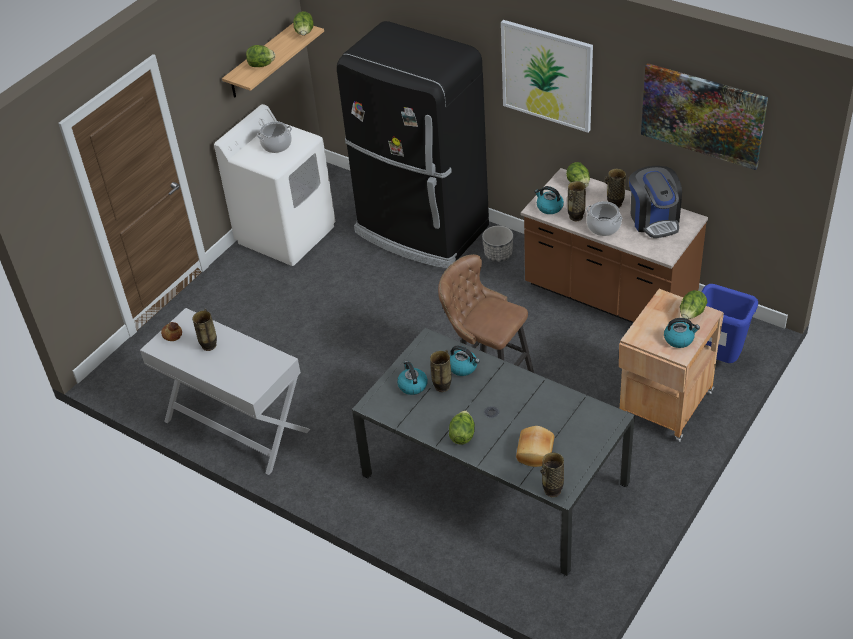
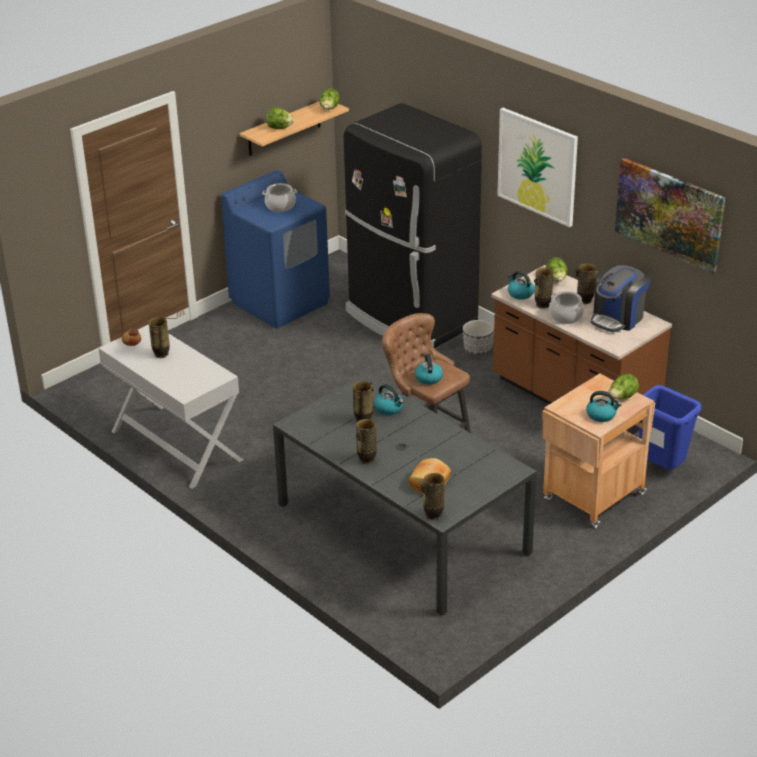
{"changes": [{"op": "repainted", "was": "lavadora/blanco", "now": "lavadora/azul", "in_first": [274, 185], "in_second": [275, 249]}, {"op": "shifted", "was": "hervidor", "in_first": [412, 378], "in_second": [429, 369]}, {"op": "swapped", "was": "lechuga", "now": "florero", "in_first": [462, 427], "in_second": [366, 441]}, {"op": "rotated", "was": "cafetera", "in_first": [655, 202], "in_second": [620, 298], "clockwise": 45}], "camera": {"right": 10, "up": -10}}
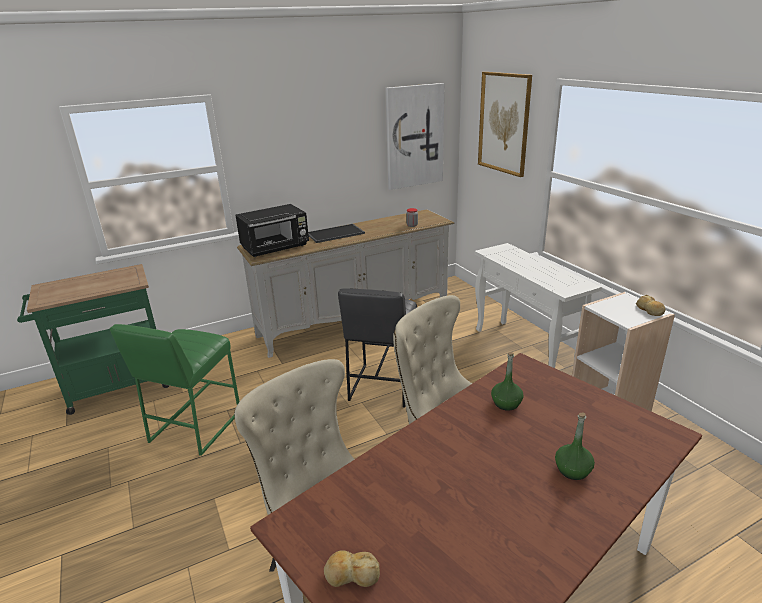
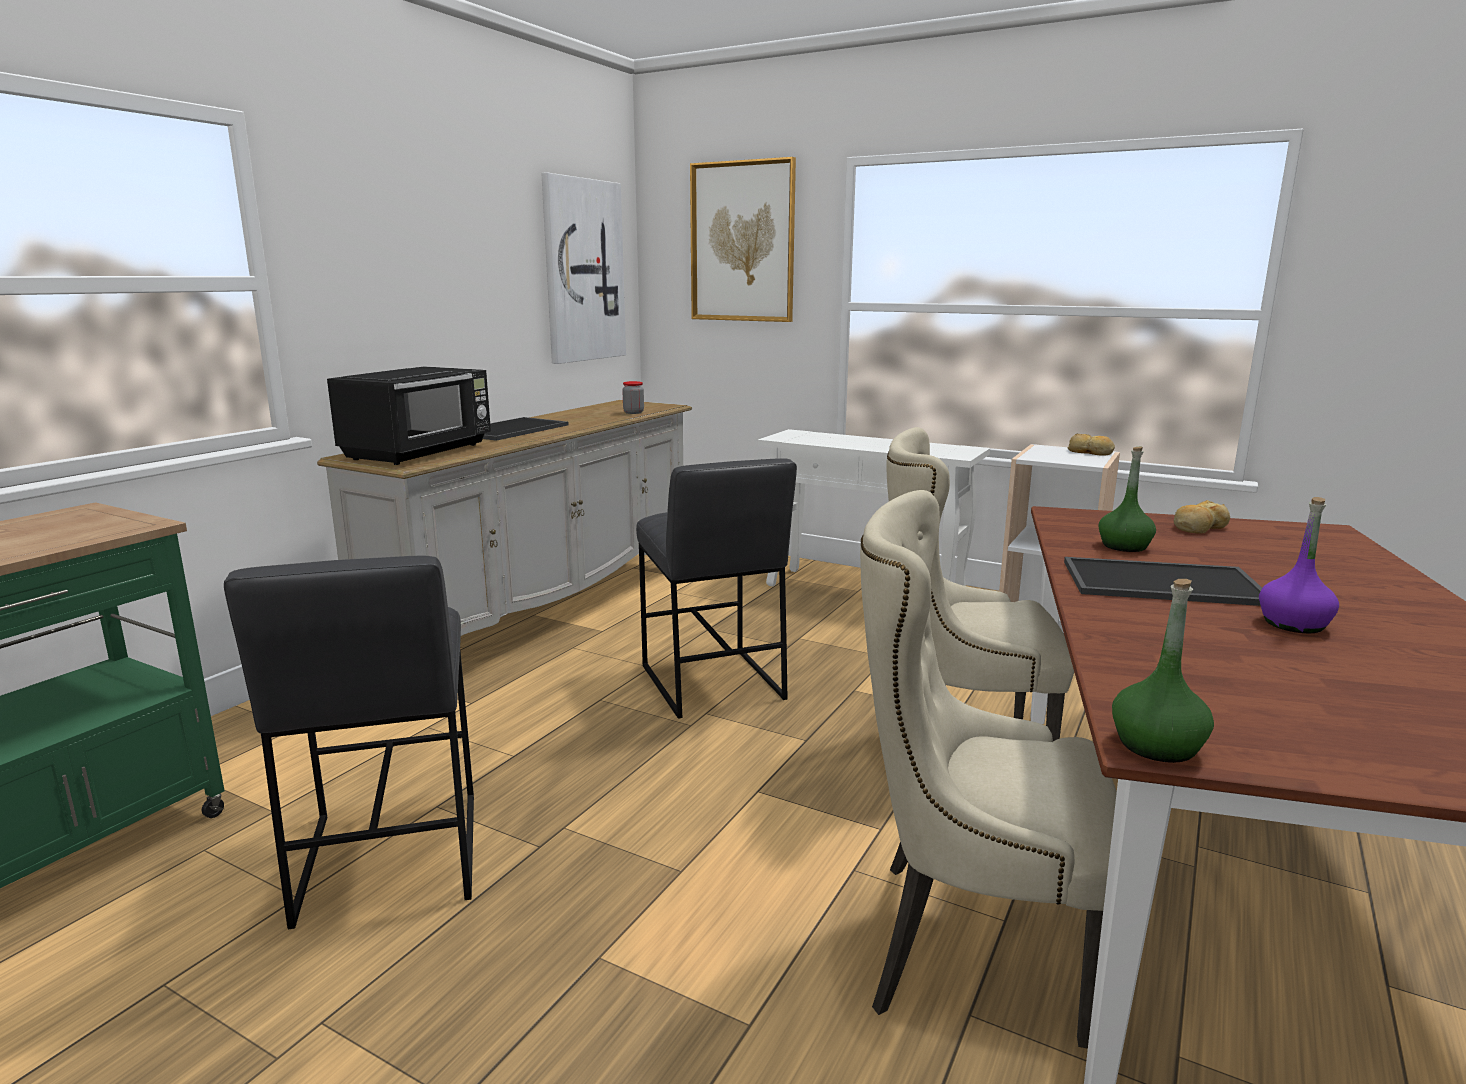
{"changes": [{"op": "repainted", "was": "taburete/verde", "now": "taburete/gris", "in_first": [174, 390], "in_second": [349, 742]}, {"op": "shifted", "was": "pan", "in_first": [352, 568], "in_second": [1202, 517]}, {"op": "shifted", "was": "botella/verde", "in_first": [575, 446], "in_second": [1163, 671]}, {"op": "new", "now": "bandeja", "in_second": [1163, 581]}, {"op": "new", "now": "botella/morado", "in_second": [1299, 565]}], "camera": {"right": -35, "up": -10}}
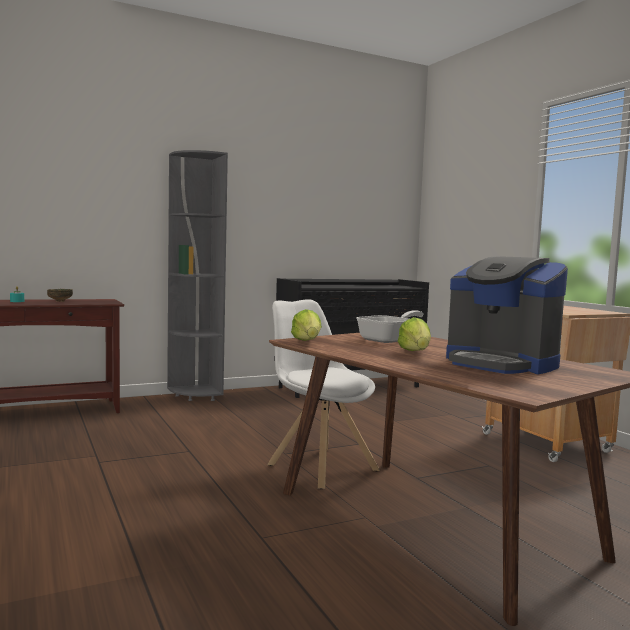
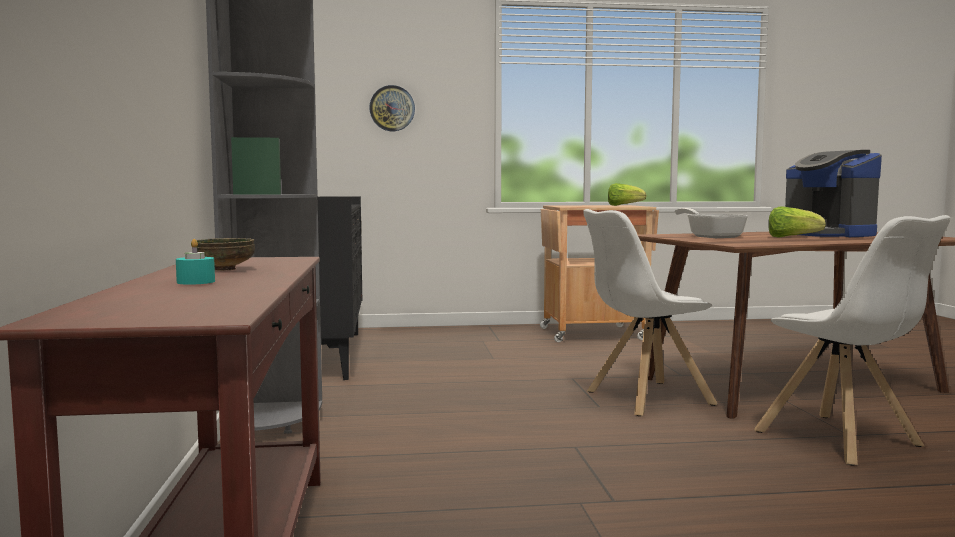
{"changes": [{"op": "shifted", "was": "lechuga", "in_first": [306, 325], "in_second": [627, 194]}, {"op": "rotated", "was": "cafetera", "in_first": [507, 315], "in_second": [833, 193], "clockwise": 90}, {"op": "new", "now": "reloj de pared", "in_second": [392, 108]}, {"op": "new", "now": "silla/blanco", "in_second": [852, 340]}], "camera": {"right": -70, "up": 0}}
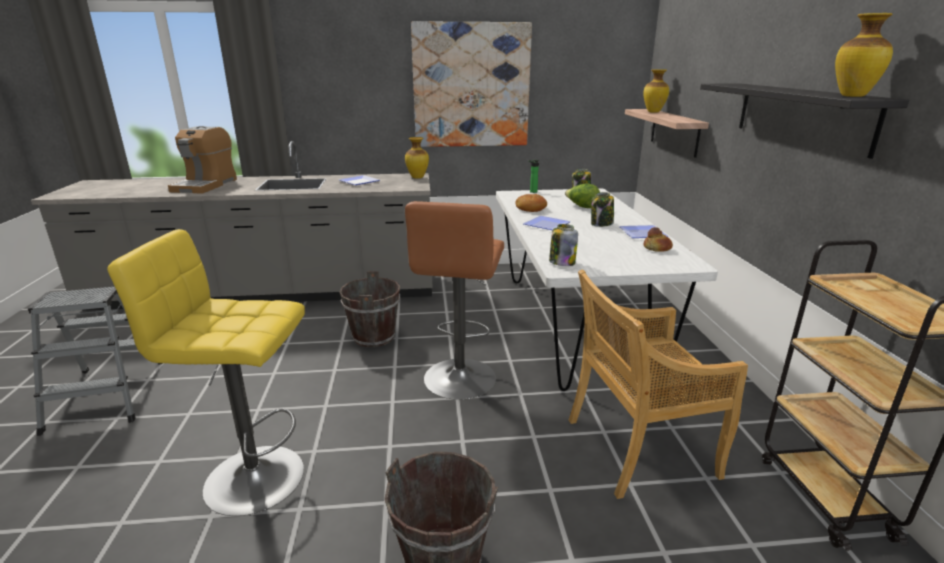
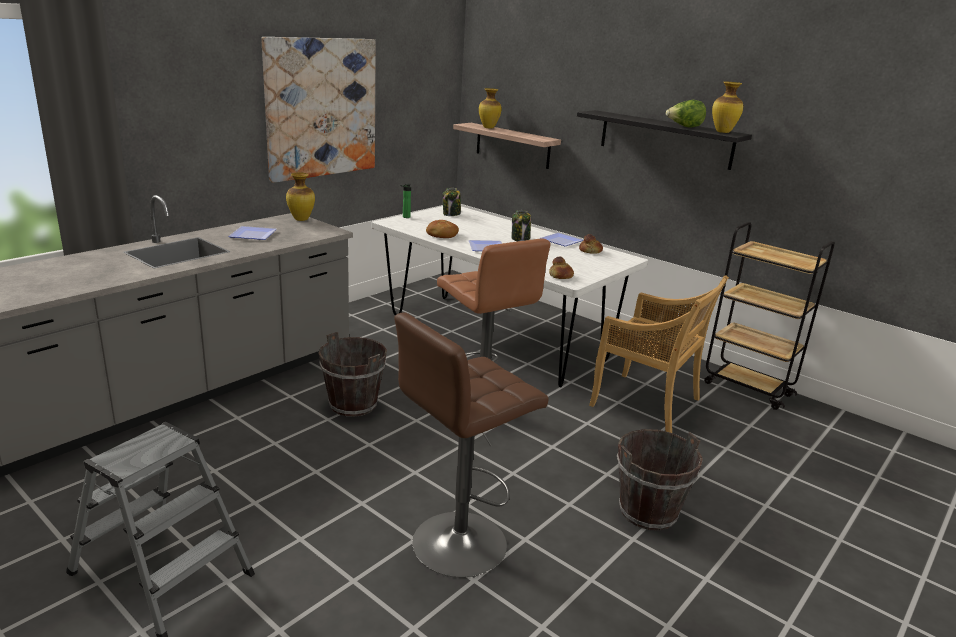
{"changes": [{"op": "repainted", "was": "taburete/amarillo", "now": "taburete/marrón", "in_first": [206, 372], "in_second": [471, 444]}, {"op": "gone", "was": "cafetera", "in_first": [202, 160]}, {"op": "swapped", "was": "tarro", "now": "pan", "in_first": [563, 245], "in_second": [561, 267]}, {"op": "shifted", "was": "lechuga", "in_first": [582, 195], "in_second": [686, 113]}, {"op": "rotated", "was": "silla/beis", "in_first": [658, 384], "in_second": [659, 354], "clockwise": -90}], "camera": {"right": -45, "up": 0}}
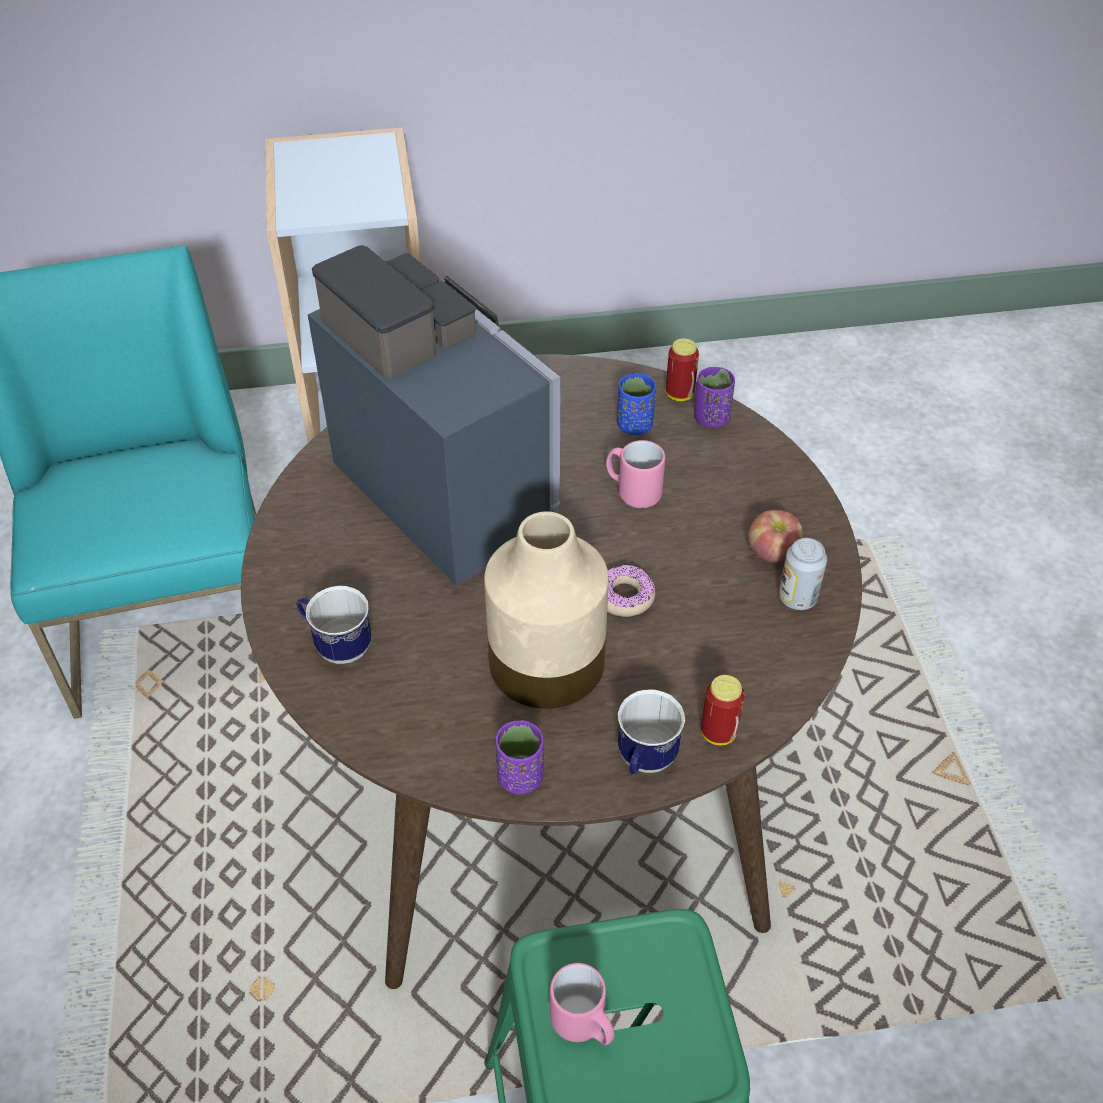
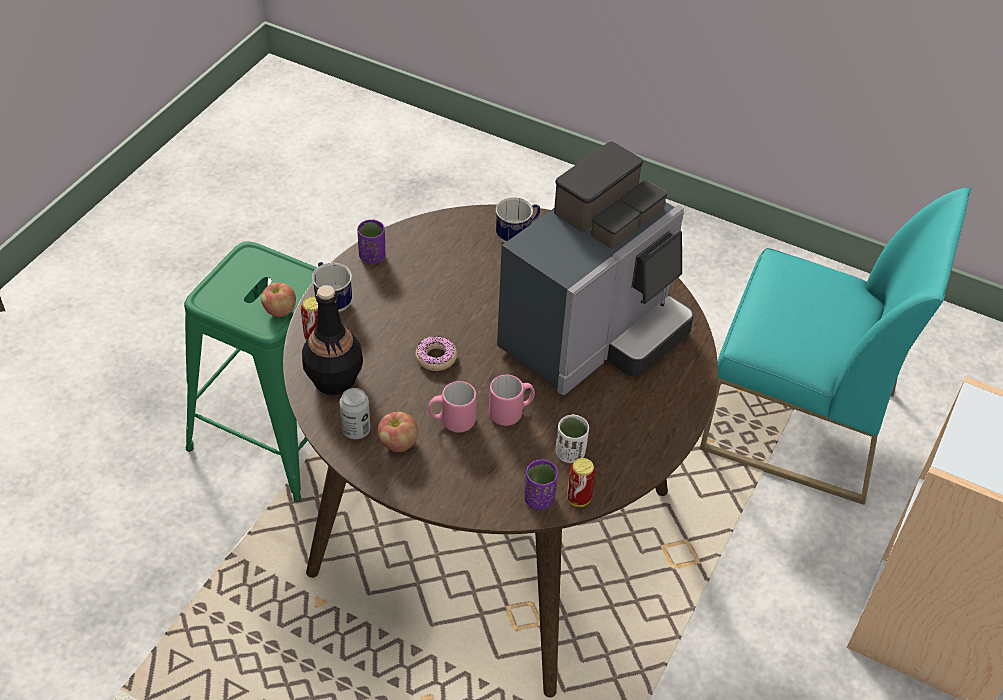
{"changes": [{"op": "rotated", "was": "cafetera", "in_first": [434, 415], "in_second": [595, 268], "clockwise": -45}, {"op": "gone", "was": "florero/beis", "in_first": [546, 610]}, {"op": "shifted", "was": "taza grande/rosa", "in_first": [582, 1004], "in_second": [453, 407]}, {"op": "repainted", "was": "taza/azul", "now": "taza/blanco", "in_first": [636, 404], "in_second": [572, 438]}, {"op": "new", "now": "manzana", "in_second": [278, 299]}, {"op": "new", "now": "botella/negro", "in_second": [332, 340]}], "camera": {"right": 125, "up": 0}}
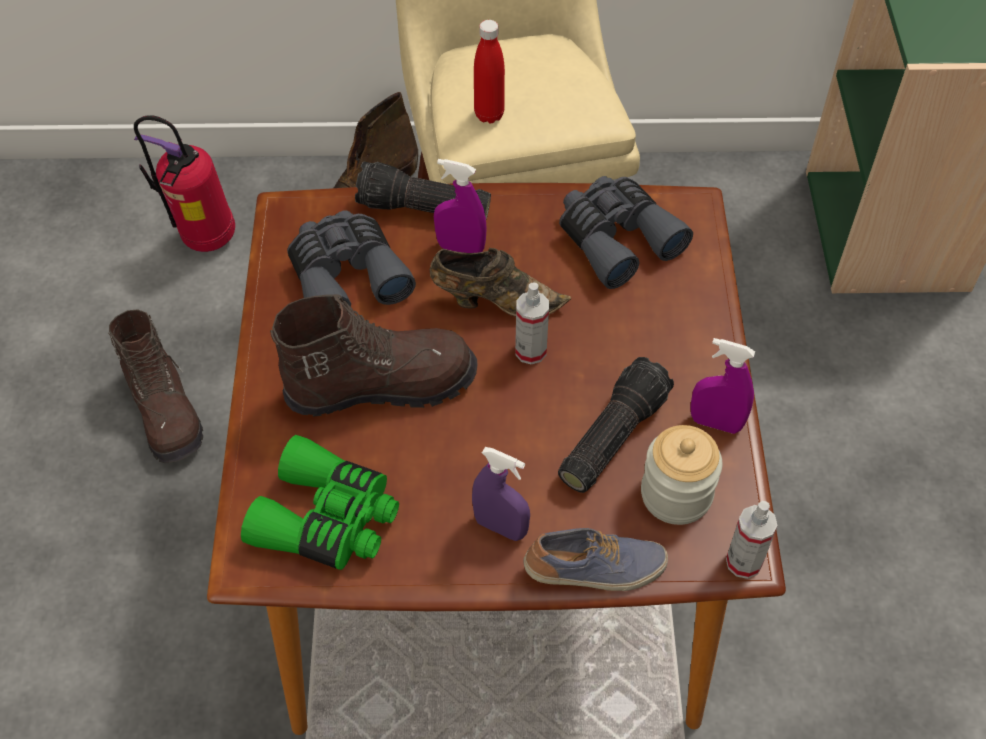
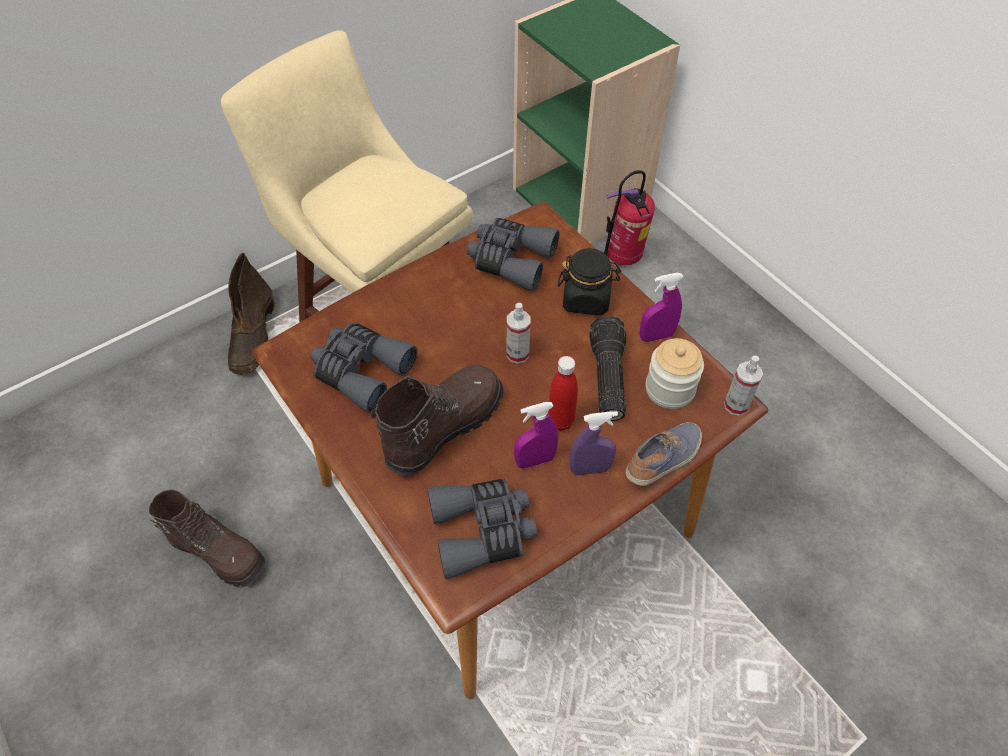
{"changes": [{"op": "shifted", "was": "extintor", "in_first": [184, 183], "in_second": [629, 217]}, {"op": "repainted", "was": "prismáticos/verde", "now": "prismáticos/gris", "in_first": [320, 502], "in_second": [482, 529]}, {"op": "gone", "was": "linterna", "in_first": [423, 190]}, {"op": "gone", "was": "zapato/marrón", "in_first": [500, 282]}, {"op": "shifted", "was": "pulverizador/morado", "in_first": [460, 206], "in_second": [536, 435]}, {"op": "shifted", "was": "botella/rojo", "in_first": [489, 71], "in_second": [563, 393]}, {"op": "new", "now": "tarro/negro", "in_second": [589, 281]}], "camera": {"right": -35, "up": 0}}
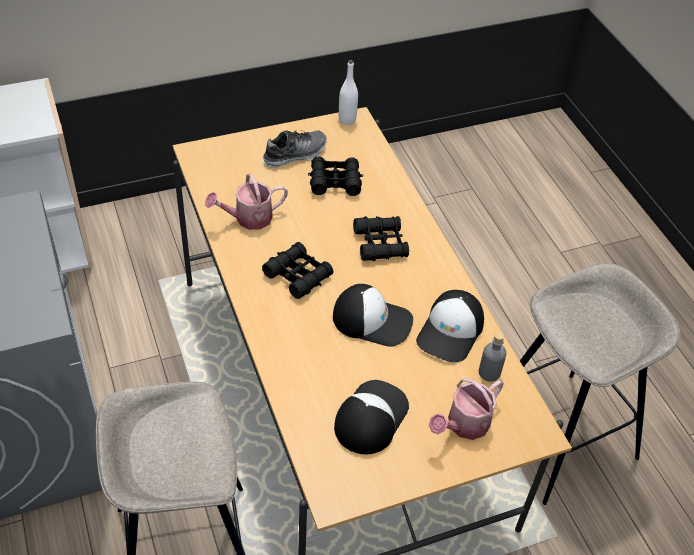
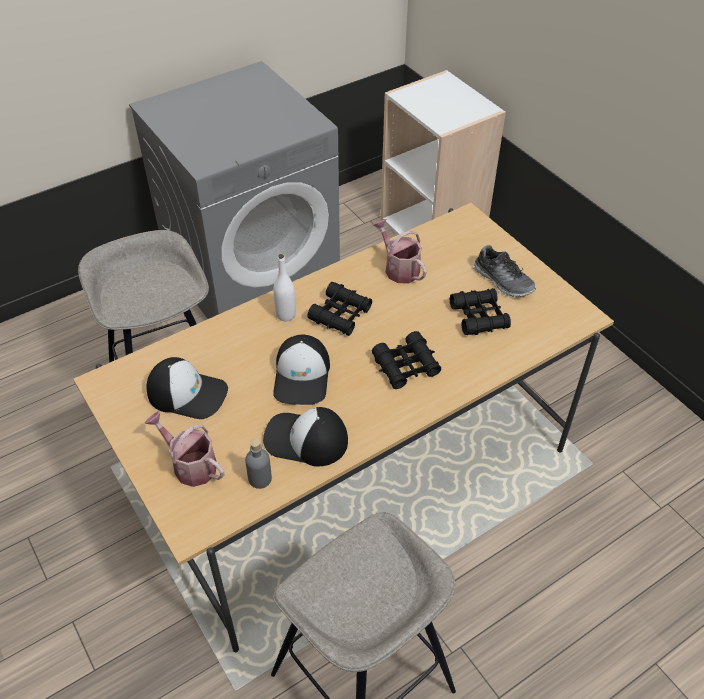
{"changes": [{"op": "shifted", "was": "botella/blanco", "in_first": [348, 92], "in_second": [284, 288]}], "camera": {"right": 80, "up": 0}}
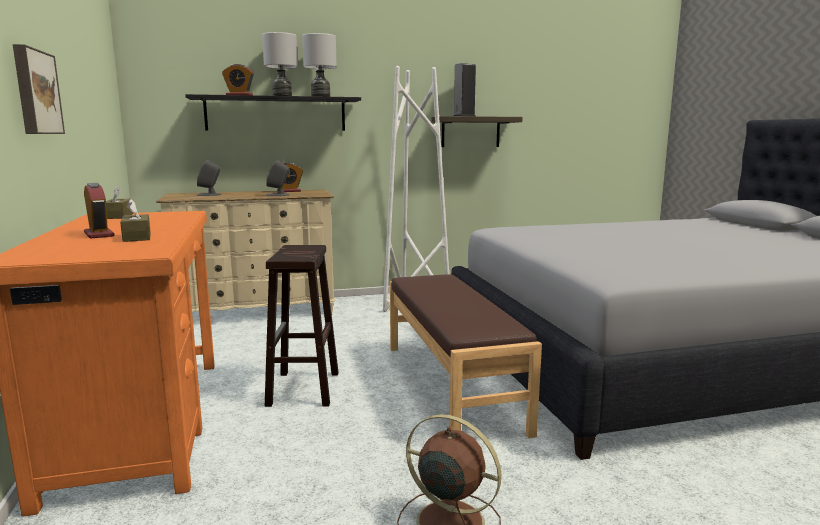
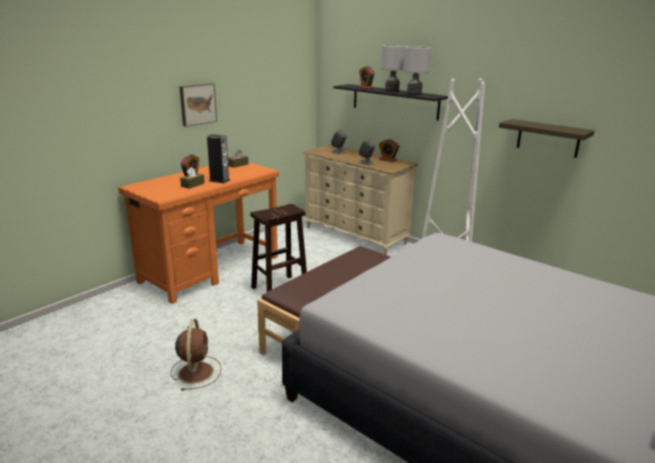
{"changes": [{"op": "shifted", "was": "altavoz", "in_first": [464, 89], "in_second": [218, 158]}], "camera": {"right": 55, "up": 10}}
